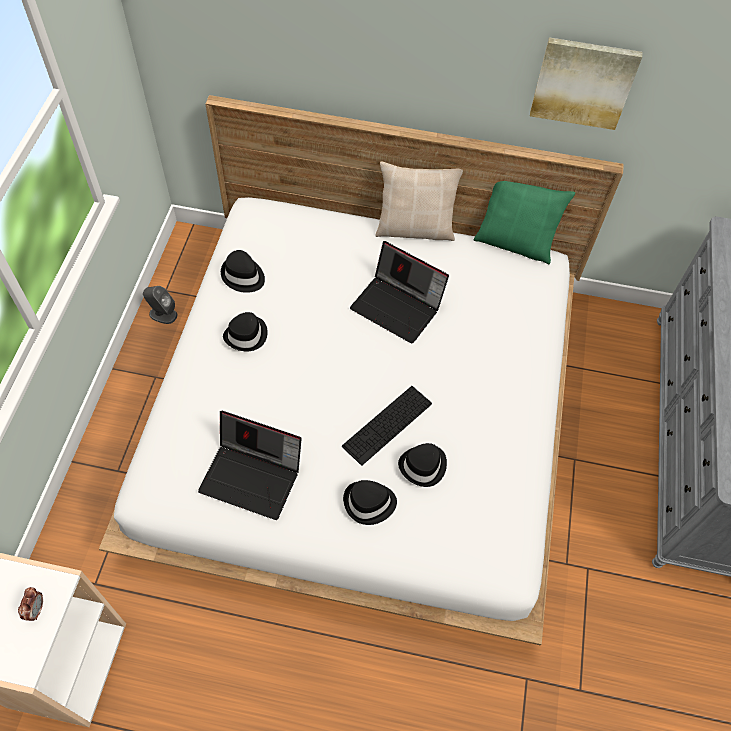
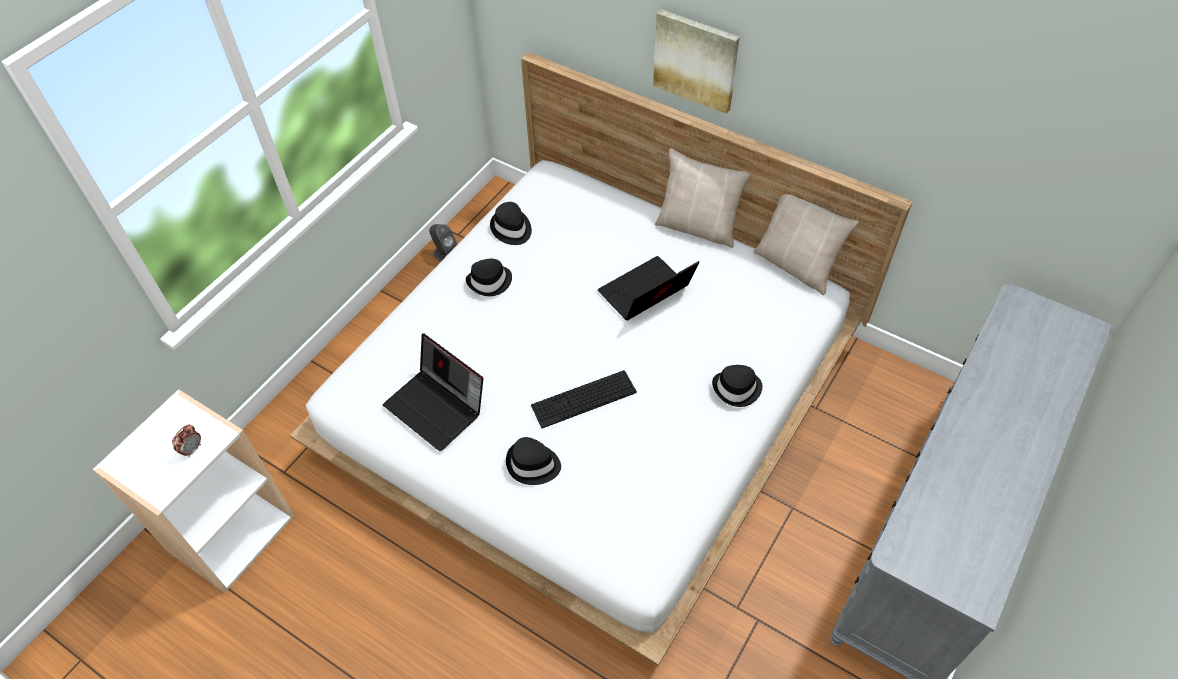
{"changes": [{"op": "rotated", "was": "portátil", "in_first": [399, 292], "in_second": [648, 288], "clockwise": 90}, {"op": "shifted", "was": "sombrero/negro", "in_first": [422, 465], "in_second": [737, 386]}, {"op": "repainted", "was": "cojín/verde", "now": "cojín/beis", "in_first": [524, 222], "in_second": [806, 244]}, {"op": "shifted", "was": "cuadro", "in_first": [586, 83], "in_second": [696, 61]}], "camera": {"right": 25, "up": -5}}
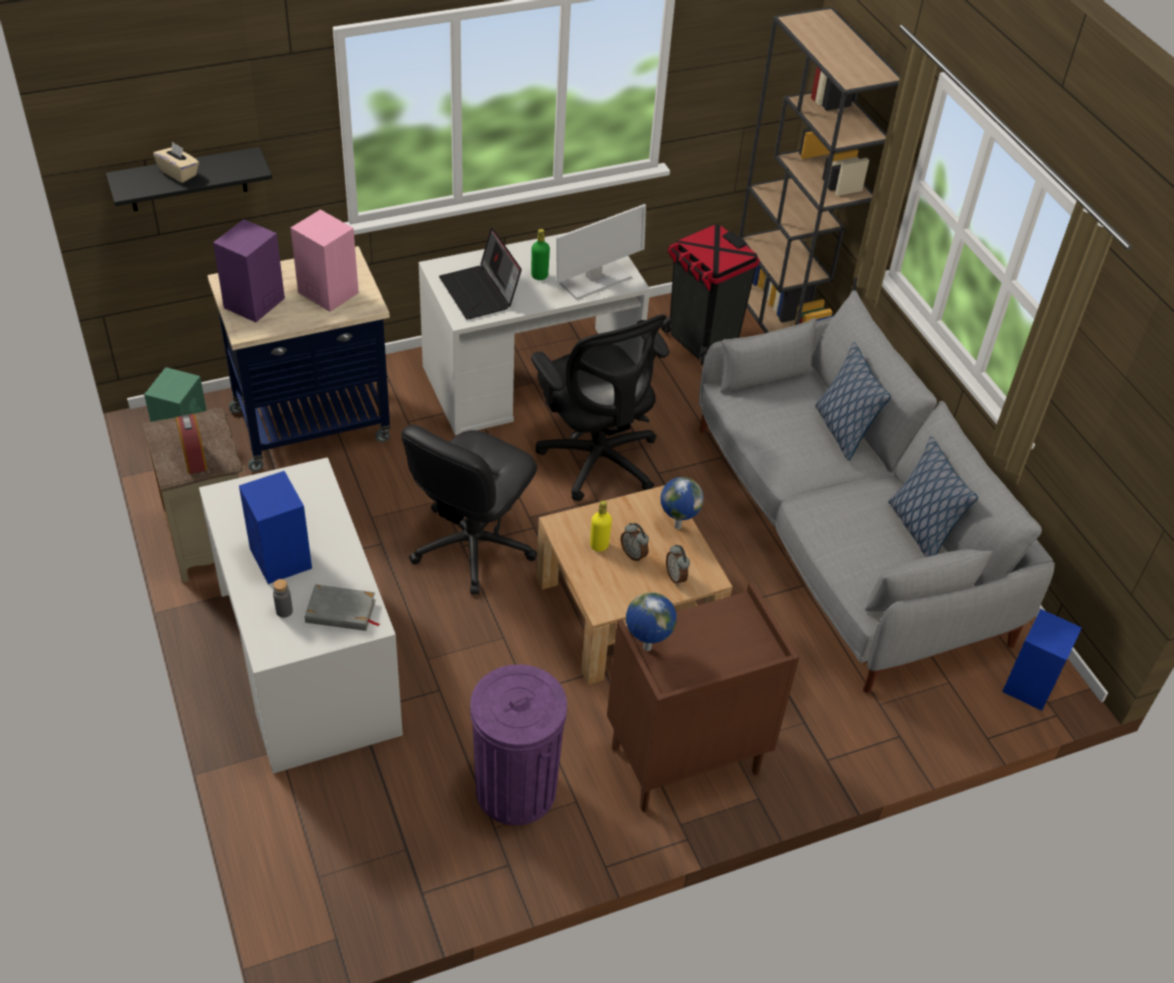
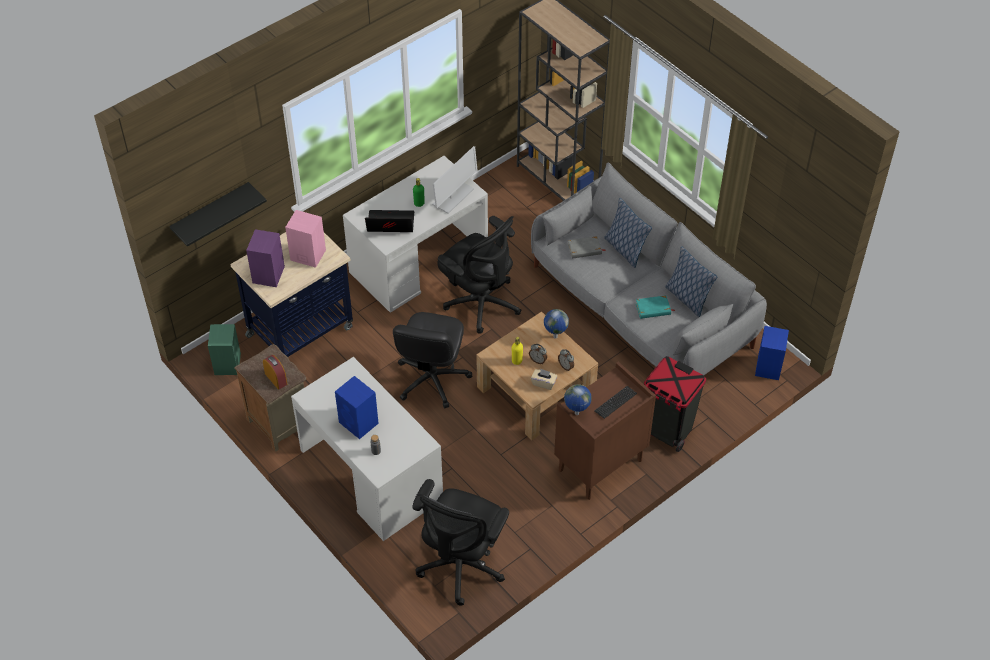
{"changes": [{"op": "shifted", "was": "caja de pañuelos/beis", "in_first": [176, 162], "in_second": [544, 379]}, {"op": "shifted", "was": "libro/gris", "in_first": [342, 607], "in_second": [587, 247]}, {"op": "rotated", "was": "portátil", "in_first": [480, 273], "in_second": [389, 221], "clockwise": 135}, {"op": "gone", "was": "papelera/morado", "in_first": [518, 744]}, {"op": "shifted", "was": "papelera/negro", "in_first": [710, 295], "in_second": [675, 404]}, {"op": "new", "now": "silla de oficina/negro", "in_second": [460, 542]}, {"op": "new", "now": "teclado", "in_second": [615, 402]}, {"op": "new", "now": "libro/turquesa", "in_second": [655, 307]}], "camera": {"right": -15, "up": 5}}
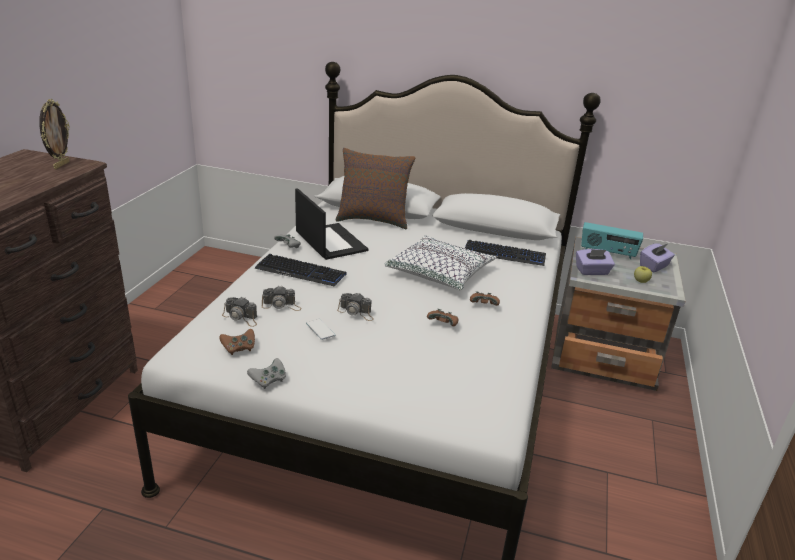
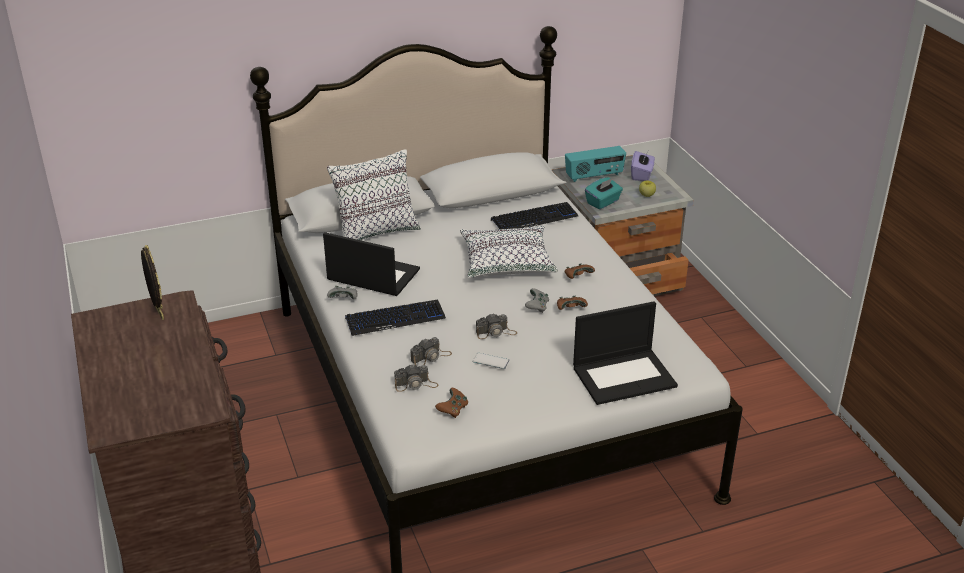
{"changes": [{"op": "shifted", "was": "mando de consola/gris", "in_first": [266, 373], "in_second": [537, 300]}, {"op": "repainted", "was": "cojín/marrón", "now": "cojín/blanco", "in_first": [375, 188], "in_second": [374, 194]}, {"op": "repainted", "was": "caja de pañuelos/morado", "now": "caja de pañuelos/turquesa", "in_first": [595, 262], "in_second": [604, 193]}, {"op": "new", "now": "portátil", "in_second": [625, 353]}], "camera": {"right": -35, "up": 5}}
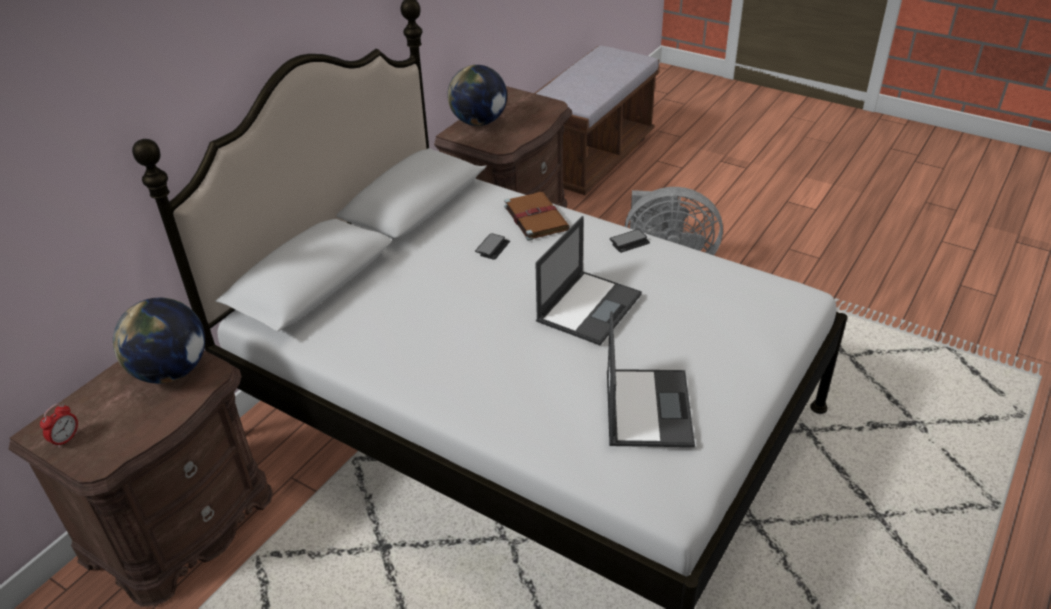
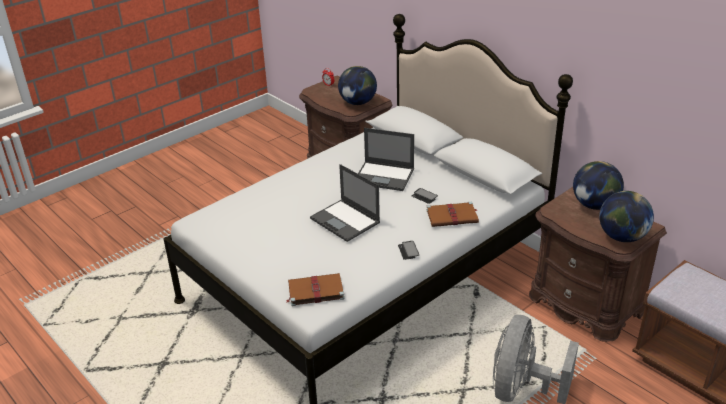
{"changes": [{"op": "shifted", "was": "portátil", "in_first": [651, 379], "in_second": [386, 159]}, {"op": "new", "now": "libro/marrón", "in_second": [315, 289]}, {"op": "new", "now": "globo terráqueo", "in_second": [626, 216]}], "camera": {"right": 105, "up": -5}}
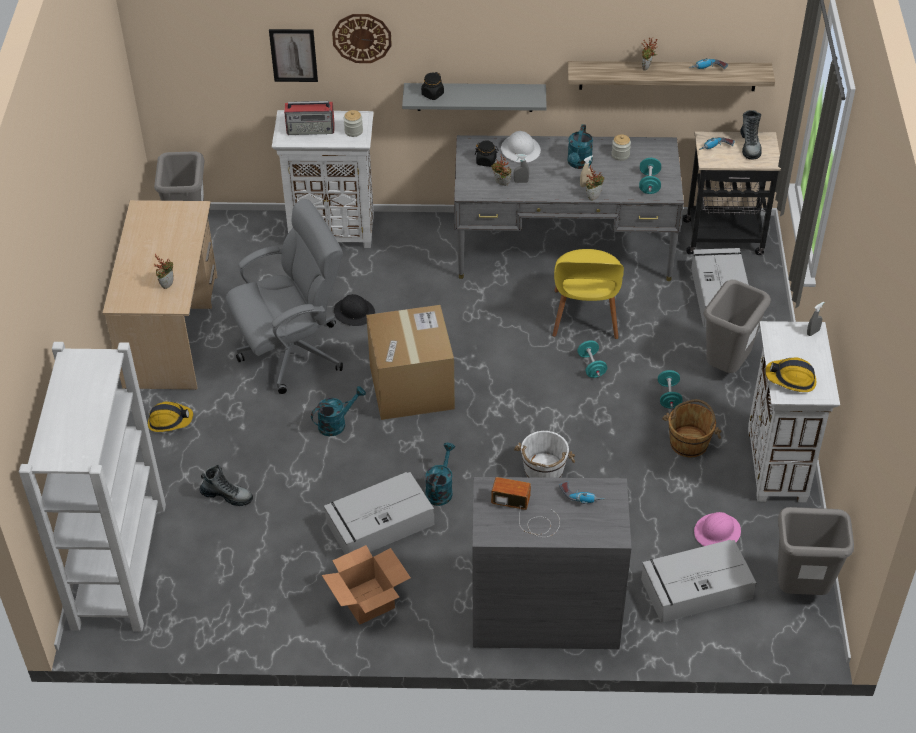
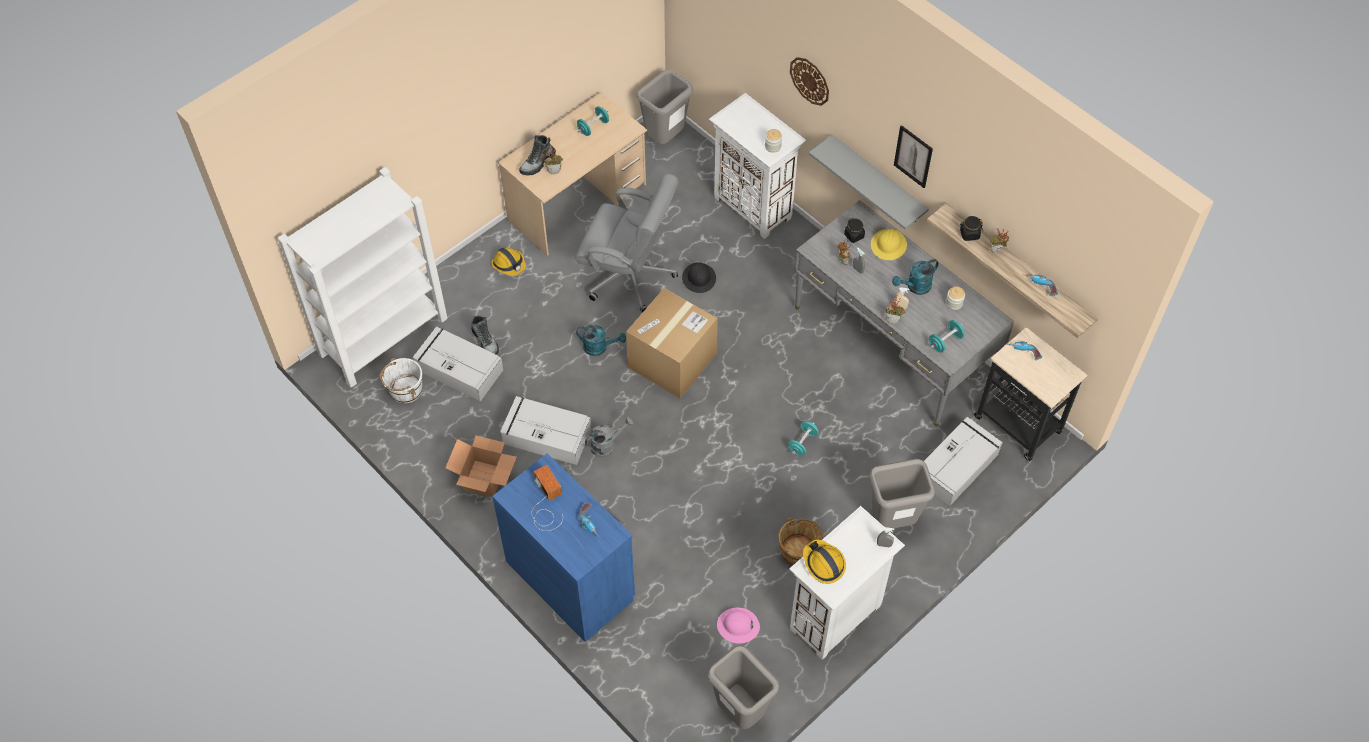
{"changes": [{"op": "shifted", "was": "cuadro", "in_first": [293, 55], "in_second": [913, 156]}, {"op": "gone", "was": "radio", "in_first": [309, 118]}, {"op": "shifted", "was": "tarro/negro", "in_first": [432, 86], "in_second": [971, 228]}, {"op": "repainted", "was": "regadera/turquesa", "now": "regadera/gris", "in_first": [440, 474], "in_second": [609, 437]}, {"op": "repainted", "was": "cómoda/gris", "now": "cómoda/azul", "in_first": [552, 563], "in_second": [563, 547]}, {"op": "repainted", "was": "casco/blanco", "now": "casco/amarillo", "in_first": [521, 147], "in_second": [889, 244]}, {"op": "shifted", "was": "cubo/blanco", "in_first": [544, 454], "in_second": [401, 380]}, {"op": "gone", "was": "silla/amarillo", "in_first": [588, 294]}, {"op": "shifted", "was": "caja de almacenaje/gris", "in_first": [698, 581], "in_second": [458, 363]}, {"op": "shifted", "was": "mancuerna/turquesa", "in_first": [670, 389], "in_second": [593, 121]}, {"op": "shifted", "was": "bota", "in_first": [751, 135], "in_second": [537, 155]}], "camera": {"right": 45, "up": 10}}
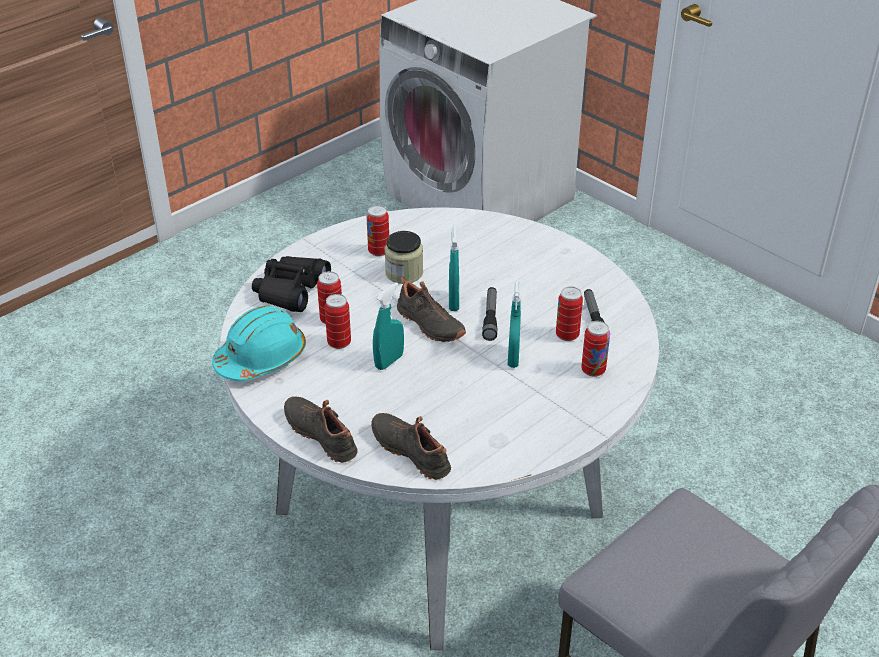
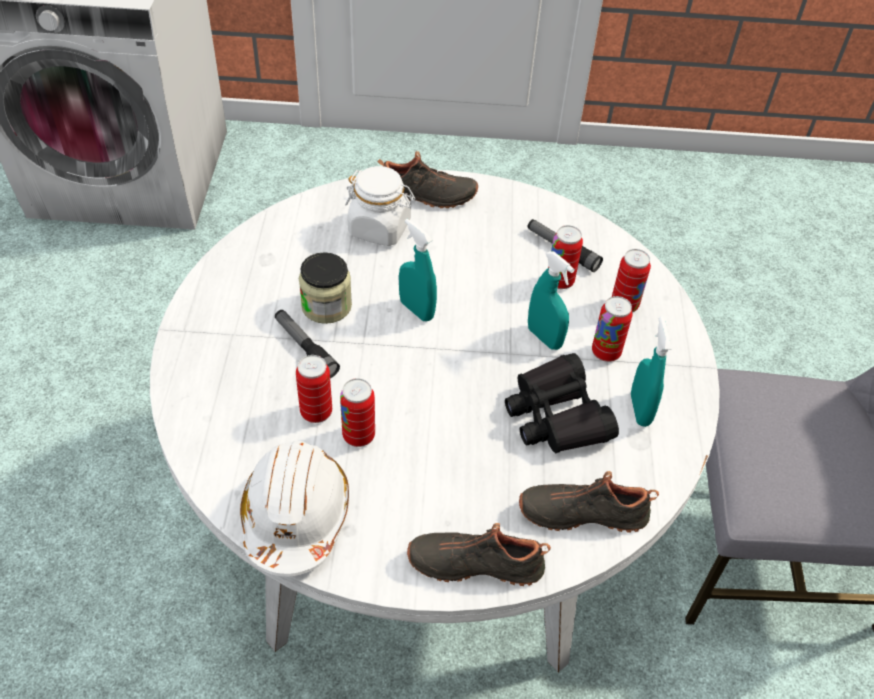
{"changes": [{"op": "repainted", "was": "casco/turquesa", "now": "casco/blanco", "in_first": [259, 343], "in_second": [294, 508]}, {"op": "shifted", "was": "prismáticos/negro", "in_first": [291, 284], "in_second": [562, 403]}, {"op": "shifted", "was": "lata", "in_first": [378, 230], "in_second": [612, 329]}, {"op": "shifted", "was": "pulverizador/turquesa", "in_first": [388, 326], "in_second": [651, 371]}, {"op": "shifted", "was": "zapato/negro", "in_first": [431, 309], "in_second": [427, 179]}, {"op": "shifted", "was": "linterna", "in_first": [490, 314], "in_second": [307, 344]}, {"op": "new", "now": "tarro/blanco", "in_second": [380, 206]}], "camera": {"right": -45, "up": 10}}
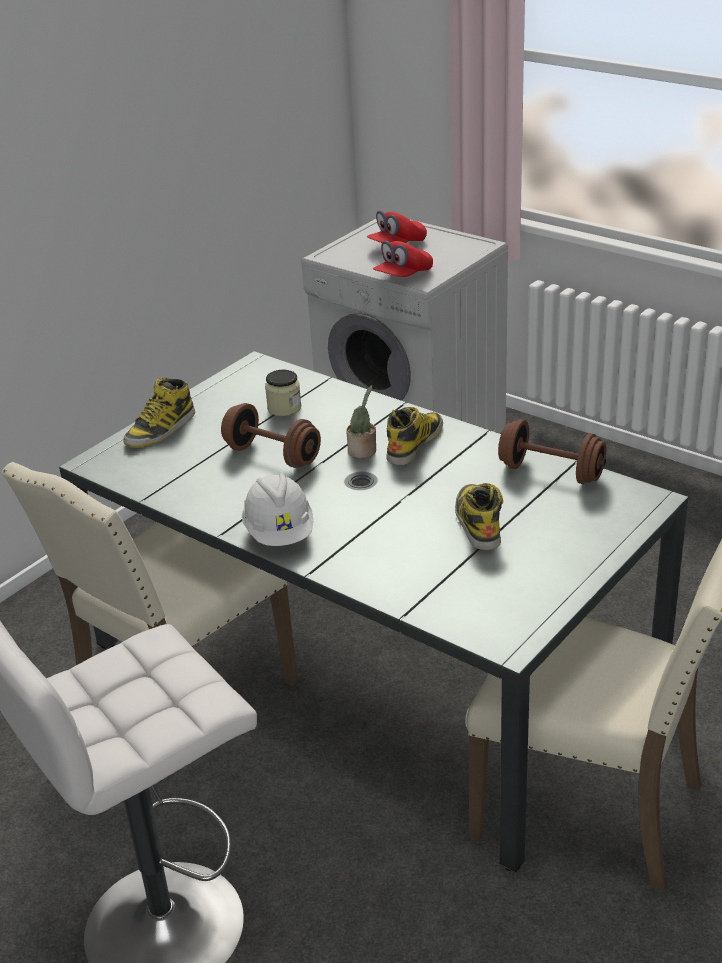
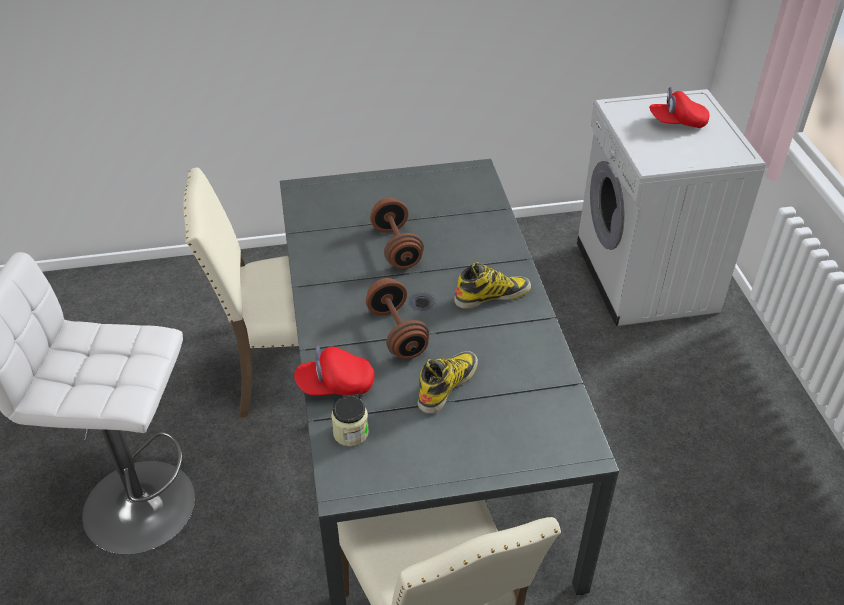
{"changes": [{"op": "gone", "was": "bota", "in_first": [159, 412]}, {"op": "gone", "was": "casco/blanco", "in_first": [277, 509]}, {"op": "shifted", "was": "tarro", "in_first": [283, 393], "in_second": [350, 421]}, {"op": "gone", "was": "planta en maceta", "in_first": [361, 421]}, {"op": "shifted", "was": "gorra/rojo", "in_first": [403, 259], "in_second": [334, 370]}, {"op": "shifted", "was": "mancuerna/marrón", "in_first": [552, 451], "in_second": [397, 318]}], "camera": {"right": 40, "up": 10}}
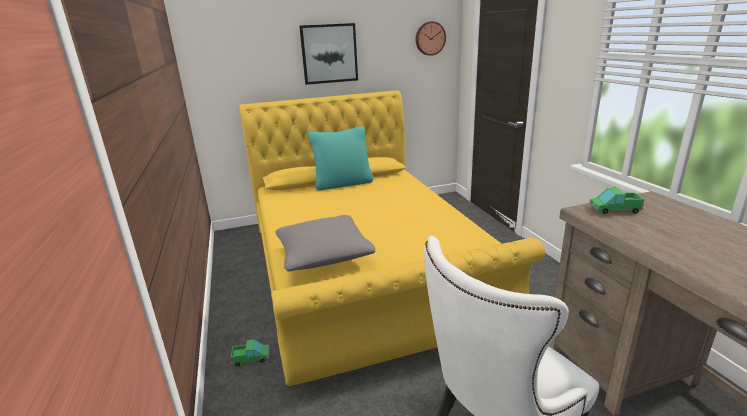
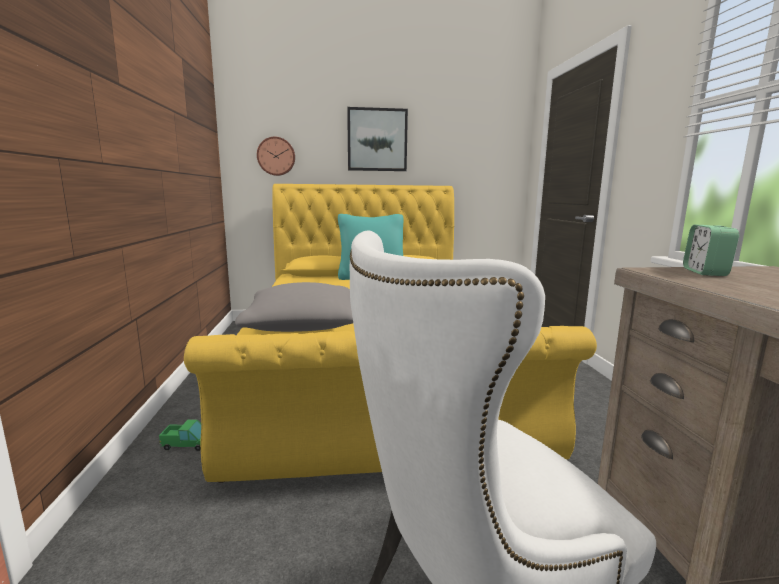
{"changes": [{"op": "shifted", "was": "reloj de pared", "in_first": [431, 38], "in_second": [276, 156]}, {"op": "swapped", "was": "camión de juguete", "now": "despertador", "in_first": [616, 201], "in_second": [711, 250]}], "camera": {"right": 10, "up": -10}}
